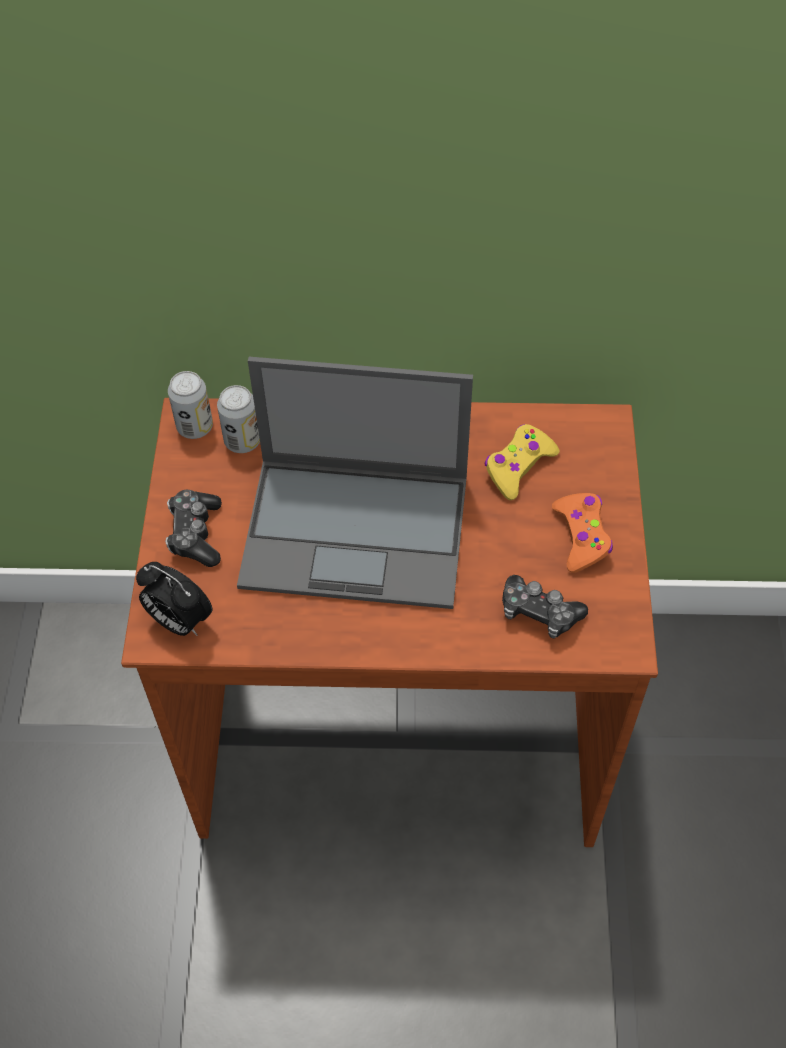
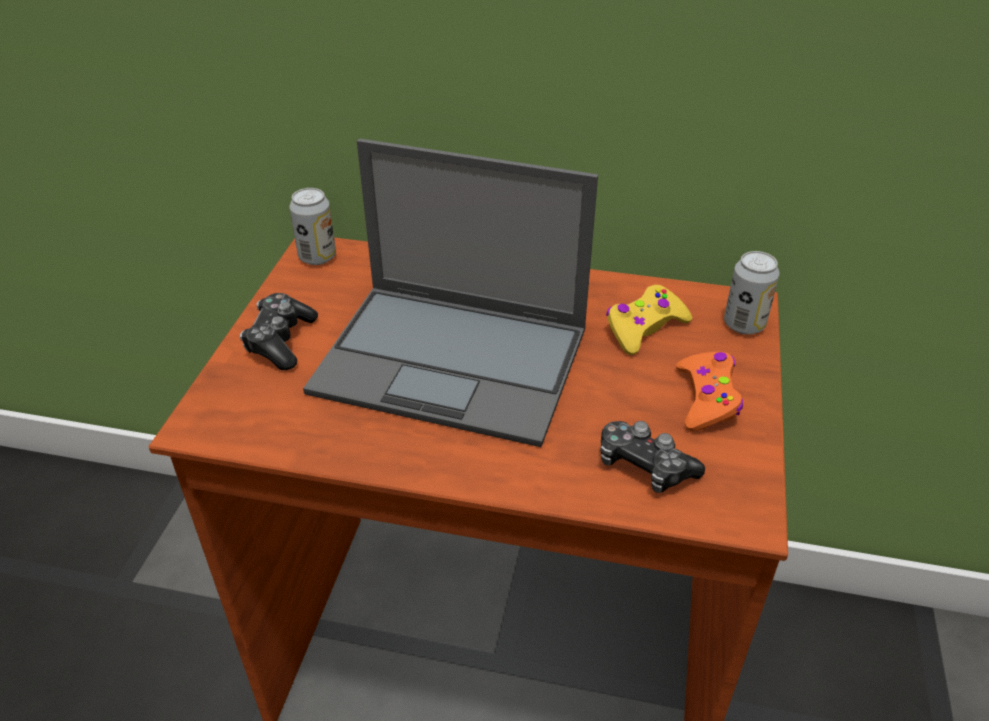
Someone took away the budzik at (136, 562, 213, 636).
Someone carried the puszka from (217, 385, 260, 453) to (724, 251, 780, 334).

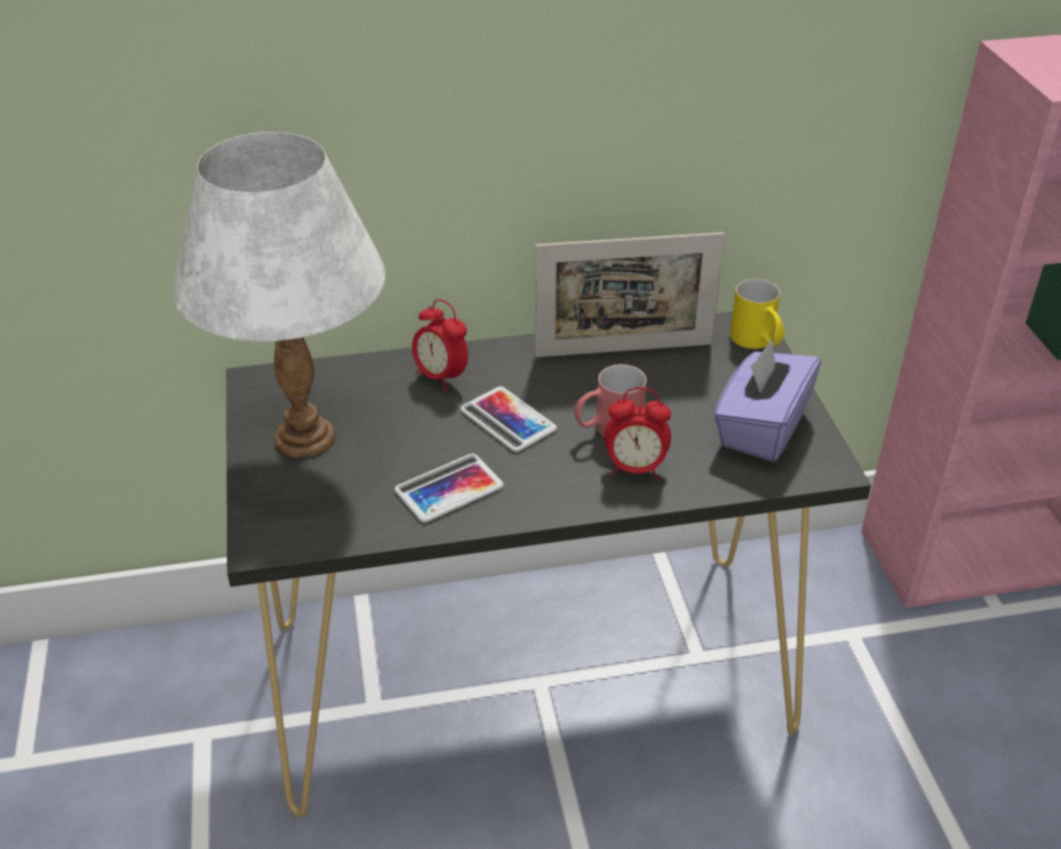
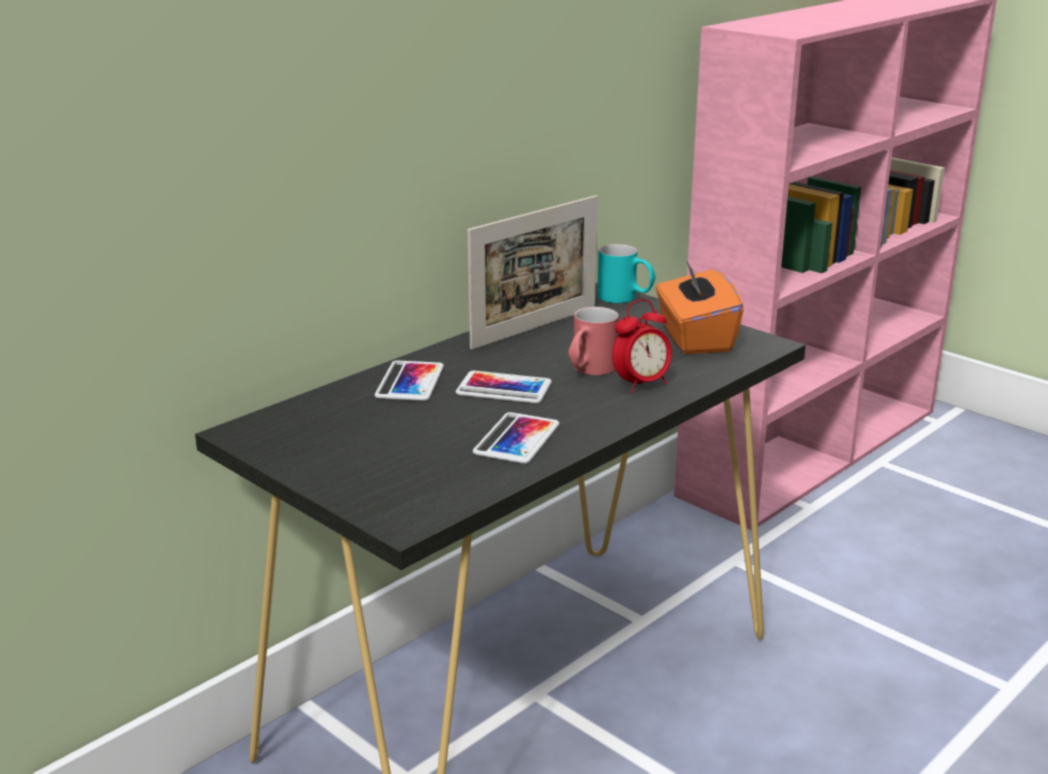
Someone took away the lampa stołowa (biały) at (173, 132, 386, 458).
Someone swapped the budzik at (412, 299, 468, 391) for the telefon at (375, 360, 444, 401).
Someone repainted the pudełko chusteczek (fioletowy) at (714, 339, 821, 462), which became the pudełko chusteczek (pomarańczowy) at (656, 257, 744, 354).
Someone repainted the kubek (żółty) at (730, 279, 785, 349), which became the kubek (turkusowy) at (597, 244, 655, 303).

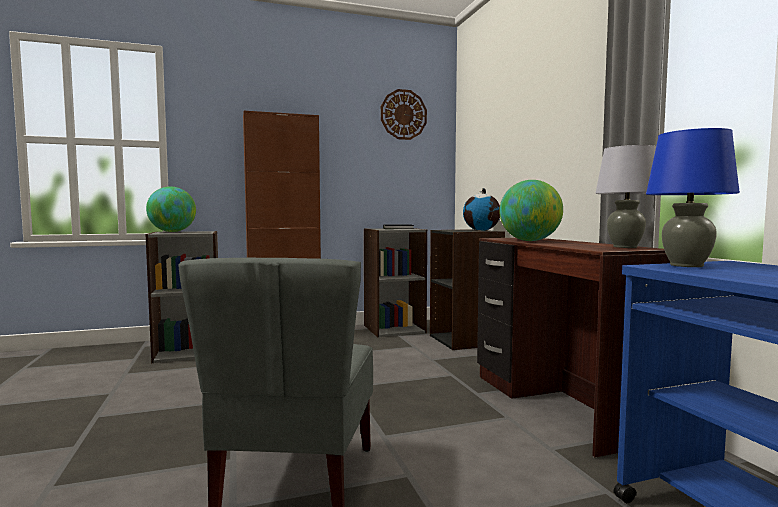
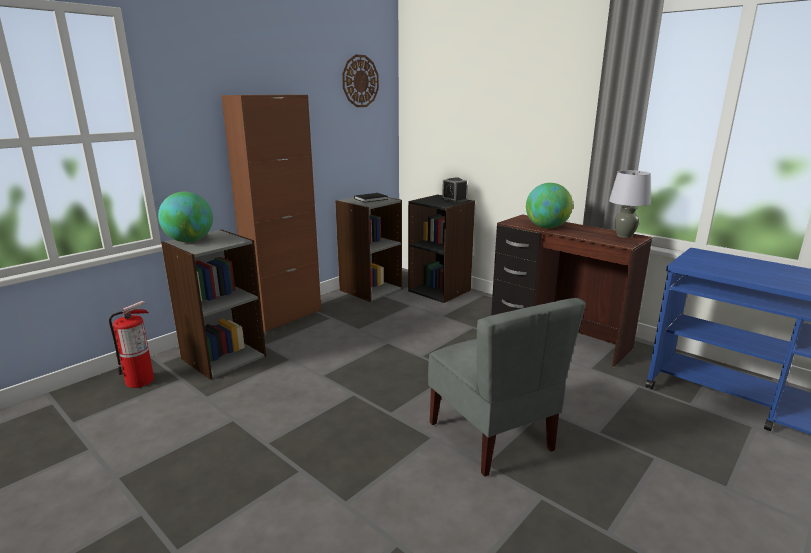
Someone swapped the globus at (463, 188, 500, 231) for the budzik at (442, 177, 467, 203).
Someone took away the lampa stołowa (niebieski) at (646, 128, 740, 267).
Someone put down the gaśnica at (109, 301, 154, 388).

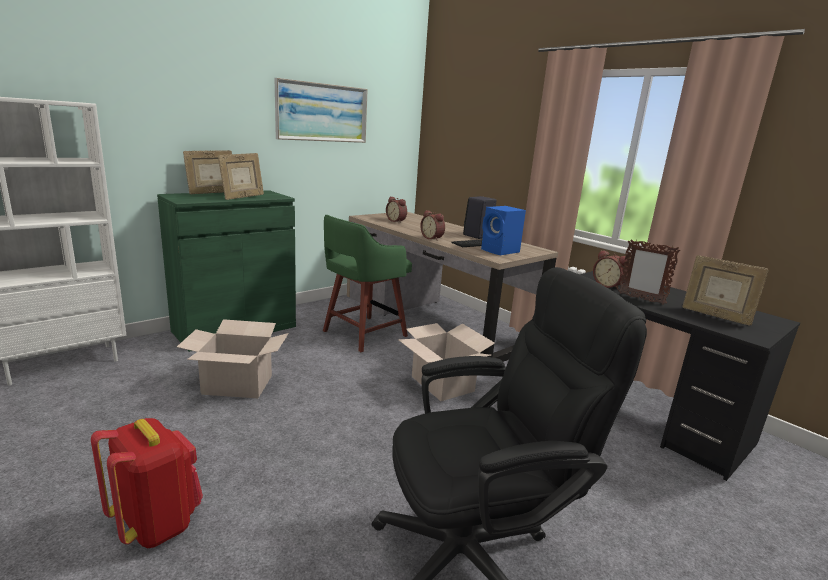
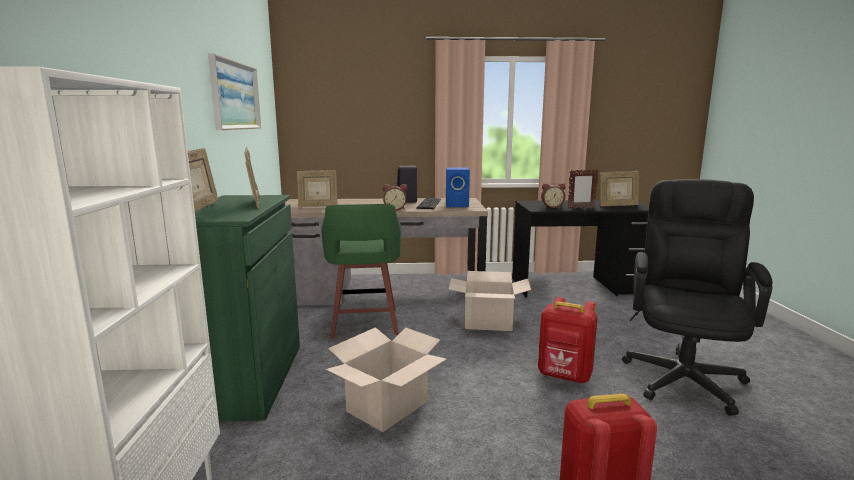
Someone swapped the budzik at (386, 197, 407, 223) for the ramka na zdjęcie at (297, 170, 338, 207).
Someone put down the plecak (czerwony) at (538, 297, 598, 383).

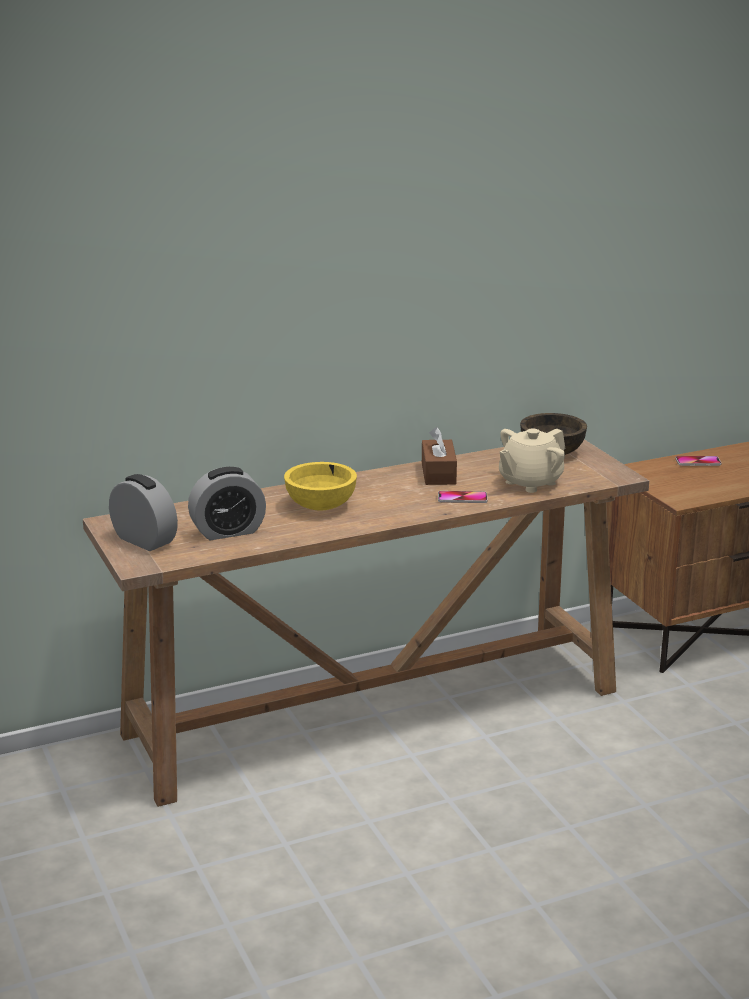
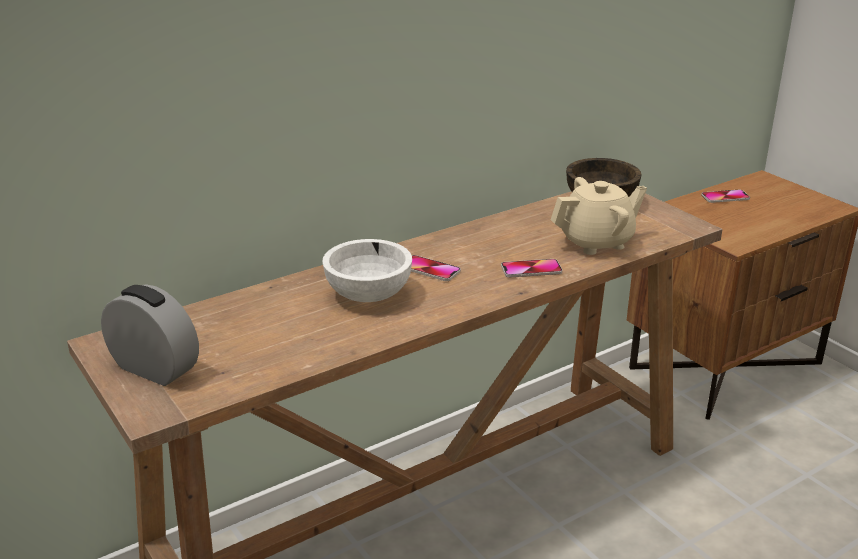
Someone took away the budzik at (188, 467, 266, 540).
Someone repainted the miska (żółty) at (284, 462, 357, 511), which became the miska (biały) at (322, 239, 412, 302).
Someone took away the pudełko chusteczek (brązowy) at (422, 427, 457, 485).
Someone rotated the imbryk (beżowy) at (499, 428, 565, 493) by 150 degrees counterclockwise.
Someone put down the telefon at (411, 255, 461, 281).

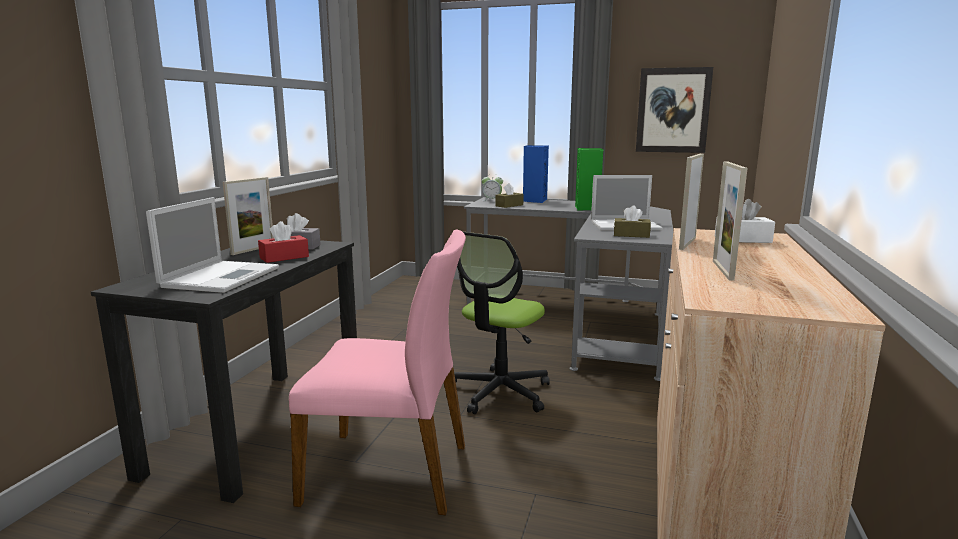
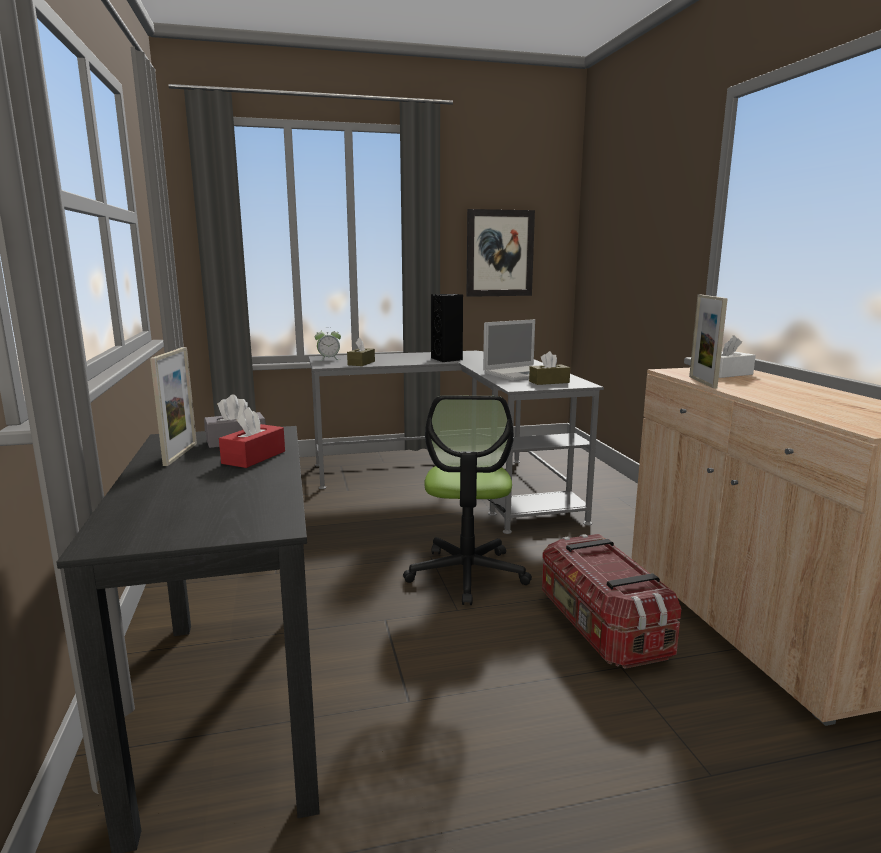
Someone took away the laptop at (146, 197, 279, 293).
Someone took away the krzesło (różowy) at (289, 230, 466, 515).
Someone took away the głośnik (niebieski) at (523, 145, 549, 203).
Someone repainted the głośnik (zielony) at (575, 148, 603, 211), which became the głośnik (czarny) at (431, 294, 463, 362).
Someone took away the ramka na zdjęcie at (713, 161, 748, 281).
Someone put down the pojemnik do przechowywania at (542, 534, 681, 669).

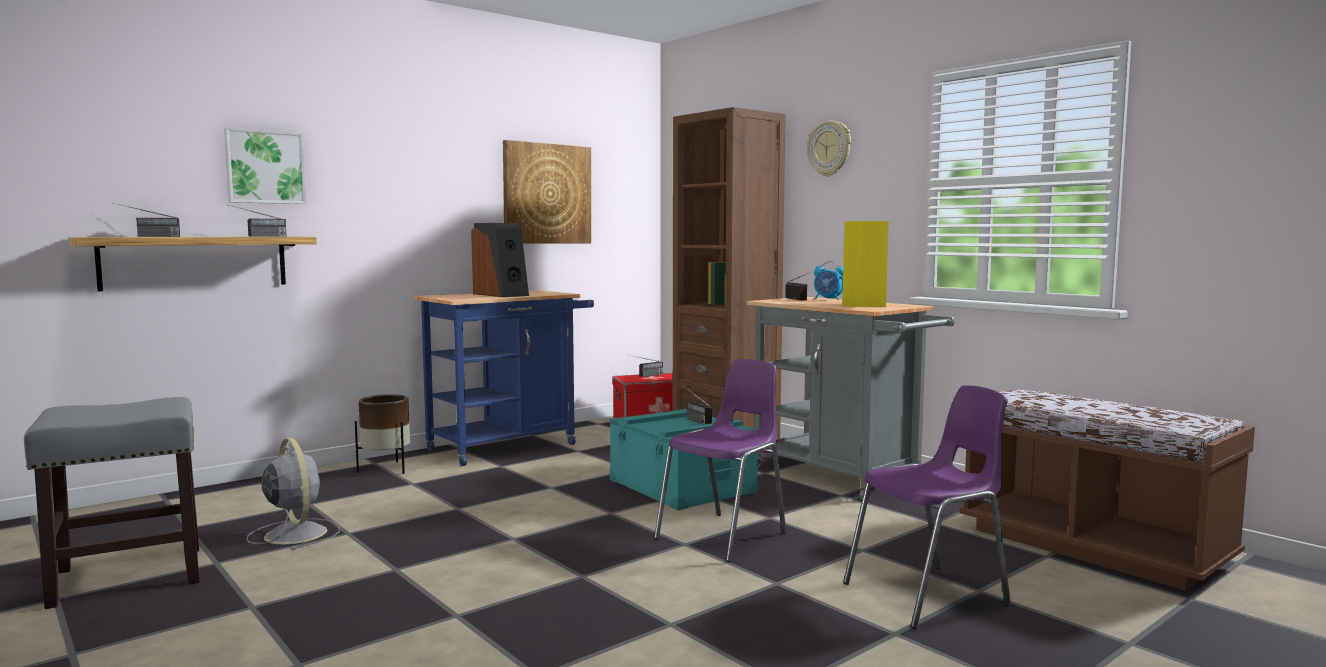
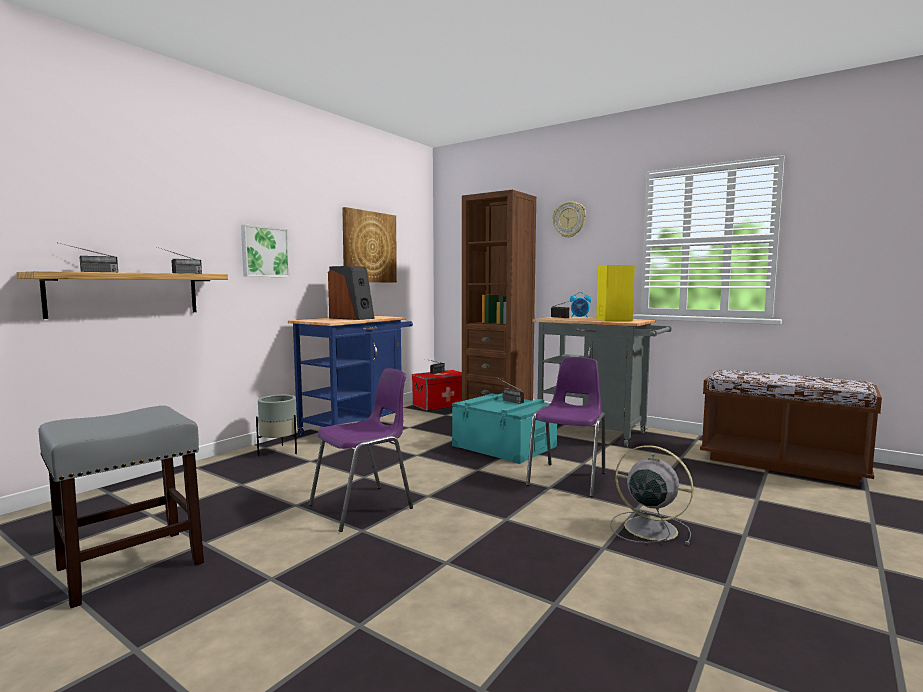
Someone carried the obraz from (224, 127, 306, 204) to (241, 224, 290, 277).
Someone carried the wentylator (szary) from (246, 438, 340, 550) to (610, 445, 694, 545).
Someone repainted the donica (brązowy) at (355, 394, 410, 474), which became the donica (szary) at (256, 395, 297, 456).
Someone carried the krzesło (fioletowy) from (843, 385, 1011, 629) to (309, 368, 413, 532).

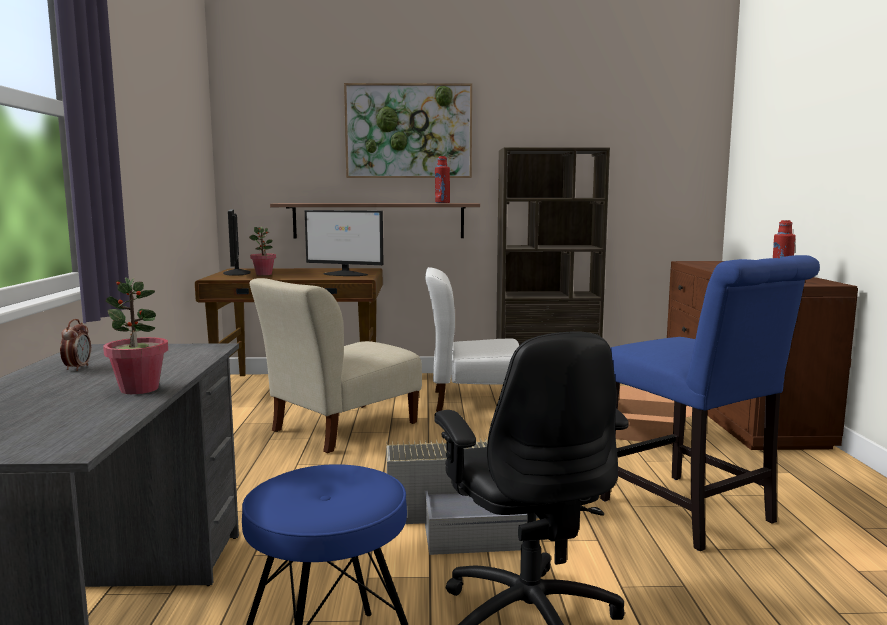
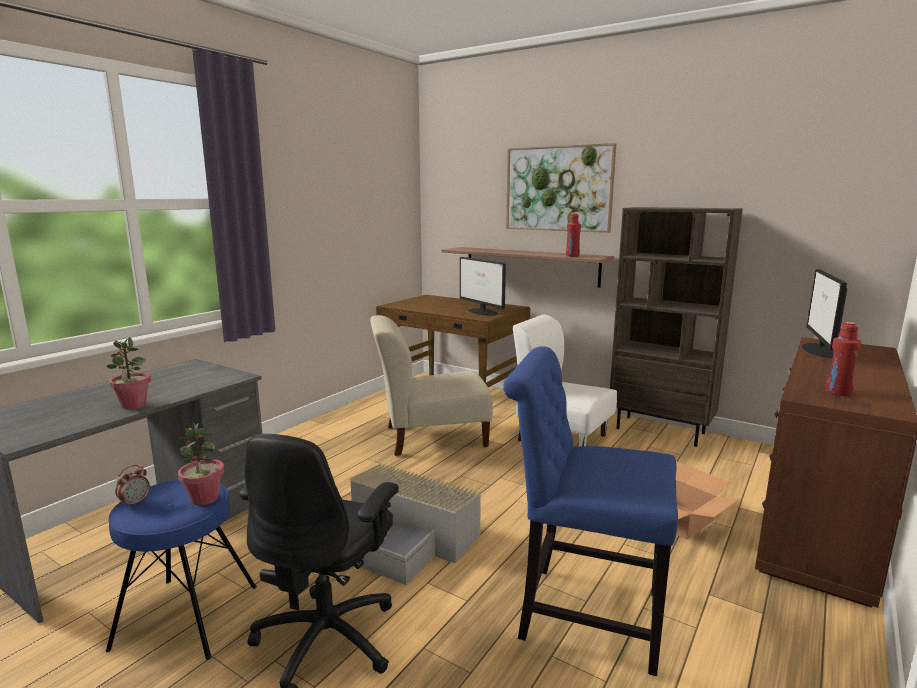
Someone carried the budzik from (60, 319, 91, 371) to (115, 465, 150, 508).
Someone carried the monitor from (223, 209, 251, 276) to (802, 269, 847, 358).
Someone carried the roślina doniczkowa from (249, 227, 276, 275) to (178, 421, 224, 505).
Someone rotated the krzesło (niebieski) at (600, 255, 820, 551) by 105 degrees clockwise.

